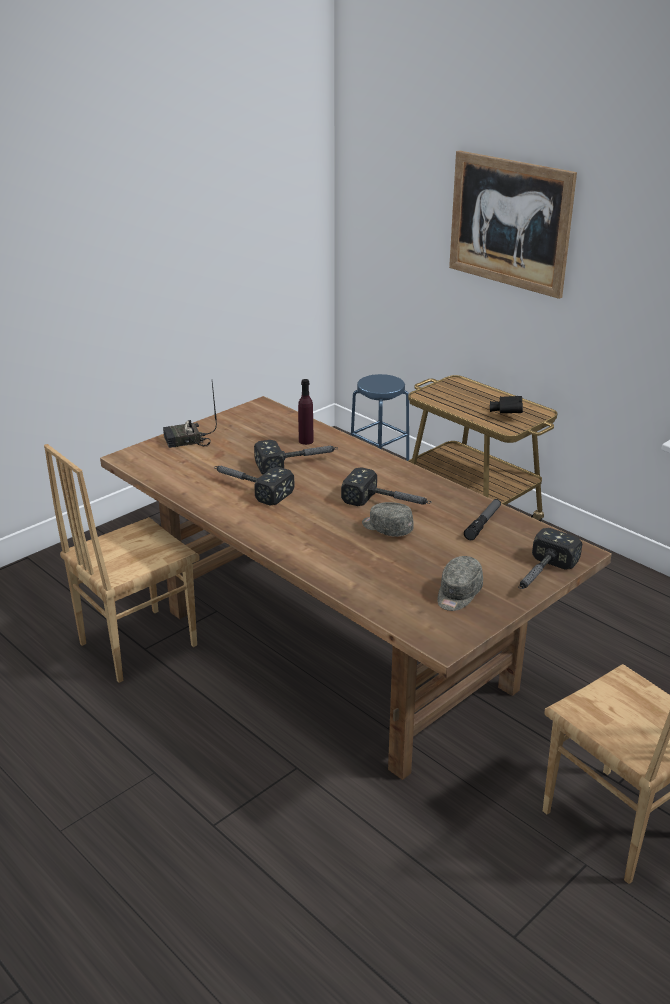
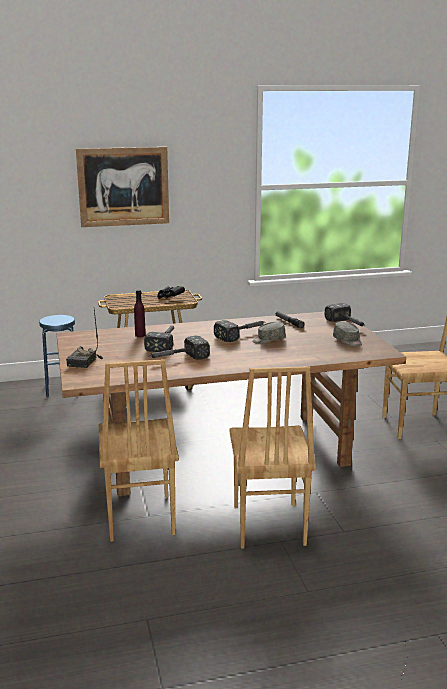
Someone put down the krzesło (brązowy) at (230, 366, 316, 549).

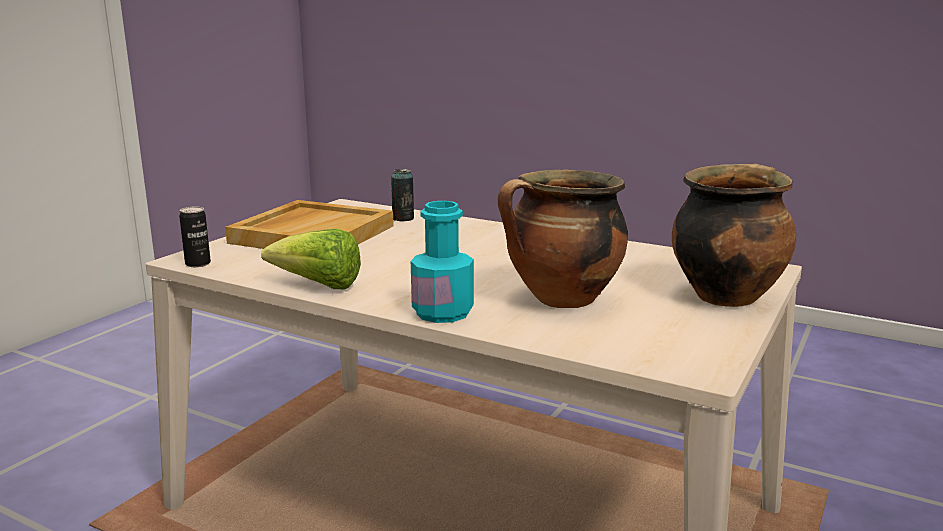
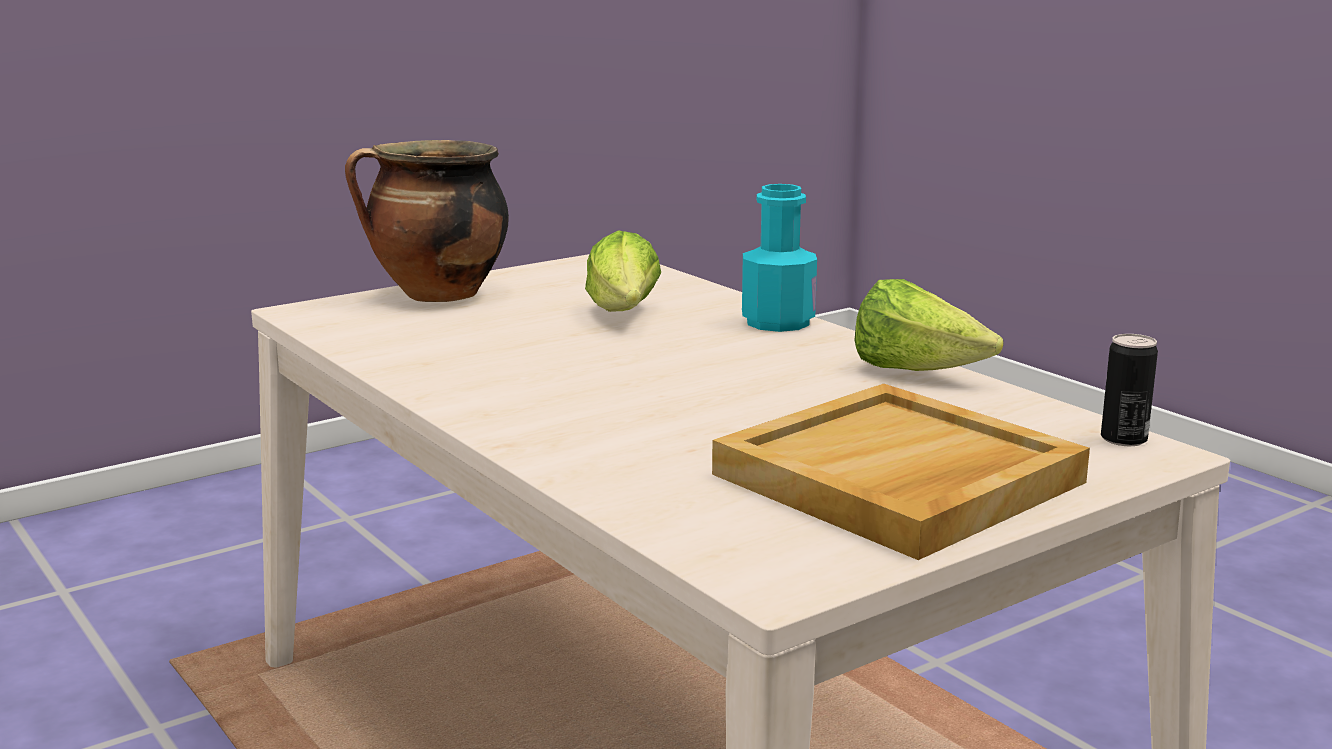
Someone took away the puszka at (391, 169, 414, 222).
Someone swapped the garnek at (498, 170, 628, 308) for the sałata at (585, 230, 661, 312).

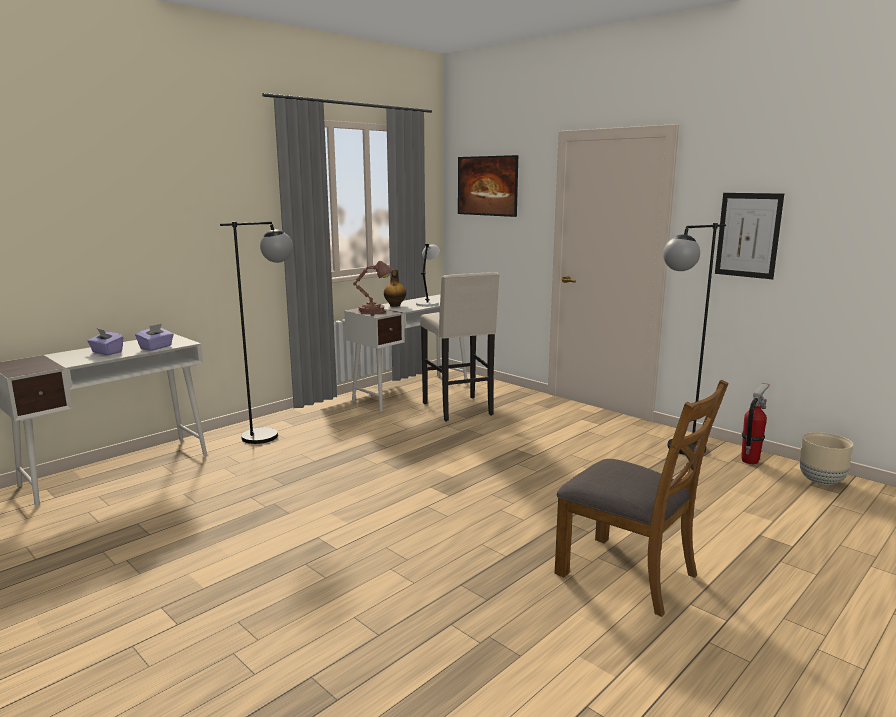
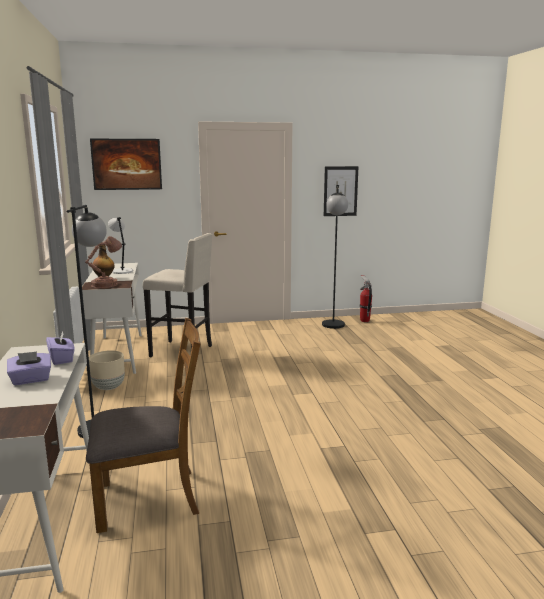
Someone carried the krzesło (brązowy) from (555, 380, 729, 617) to (86, 318, 201, 533).
Someone carried the donica (beżowy) from (799, 432, 854, 485) to (89, 350, 125, 390).

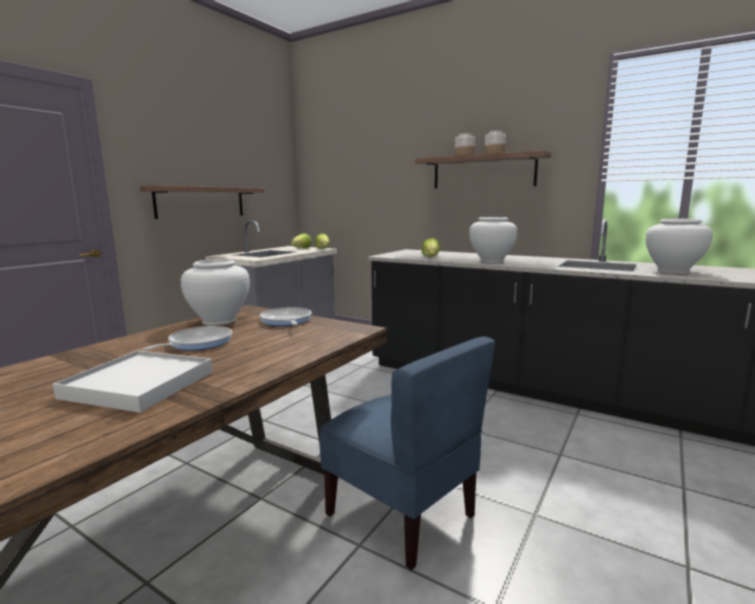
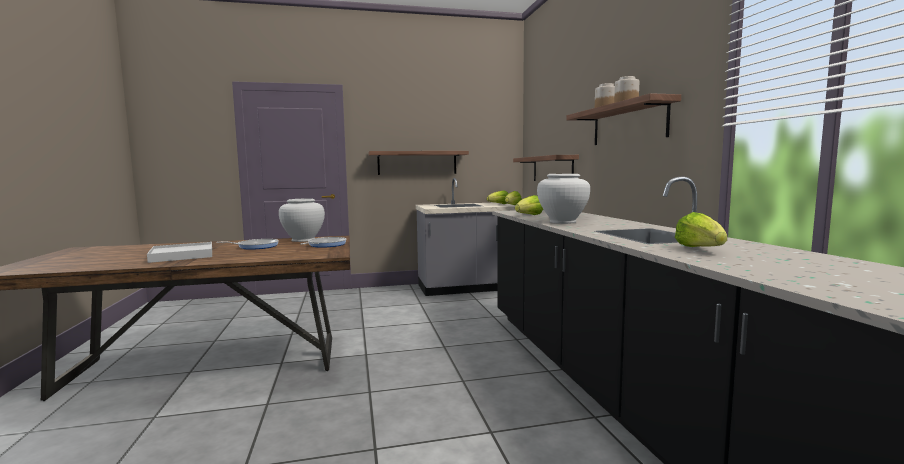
Someone took away the krzesło (niebieski) at (319, 337, 495, 570).
Someone swapped the wazon (biały) at (646, 218, 713, 274) for the sałata at (675, 212, 727, 247).
Someone put up the półka at (513, 155, 579, 181).

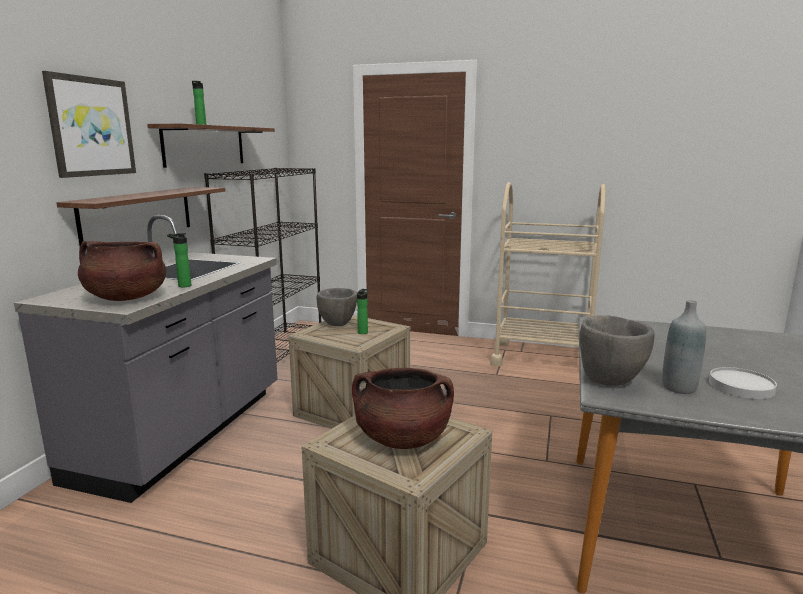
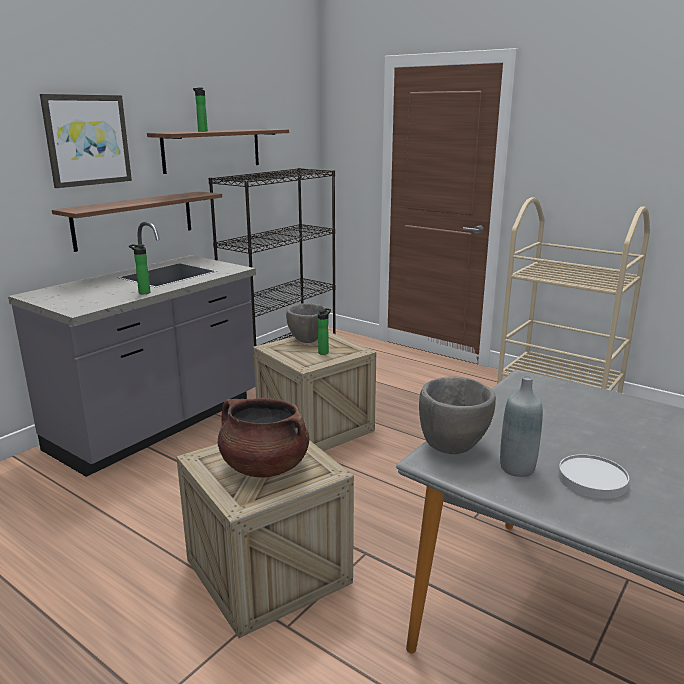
Someone took away the garnek (brązowy) at (78, 241, 166, 301).

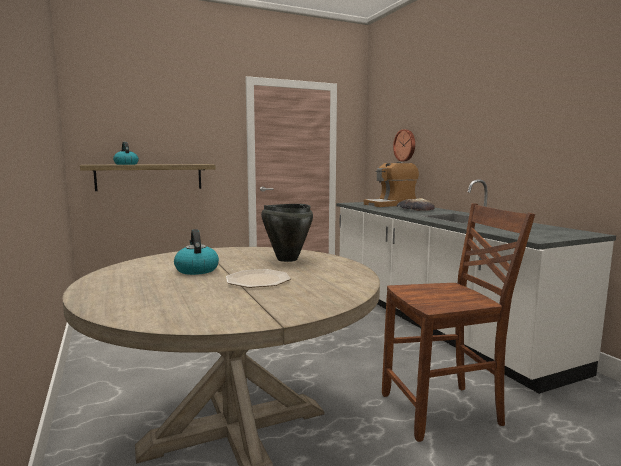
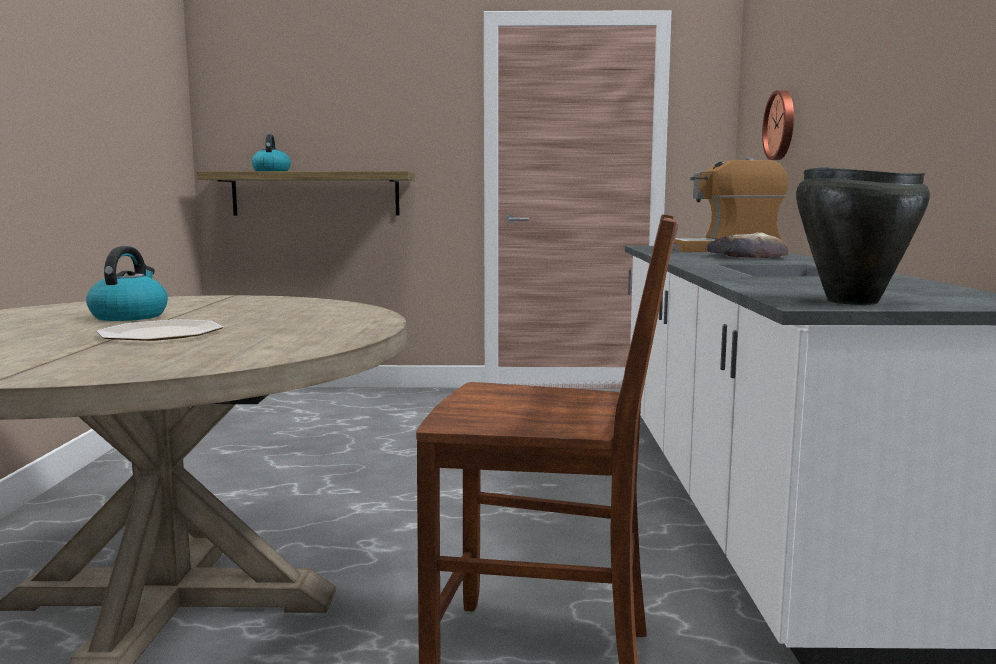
Someone carried the garnek (czarny) from (261, 204, 313, 262) to (796, 167, 930, 305).

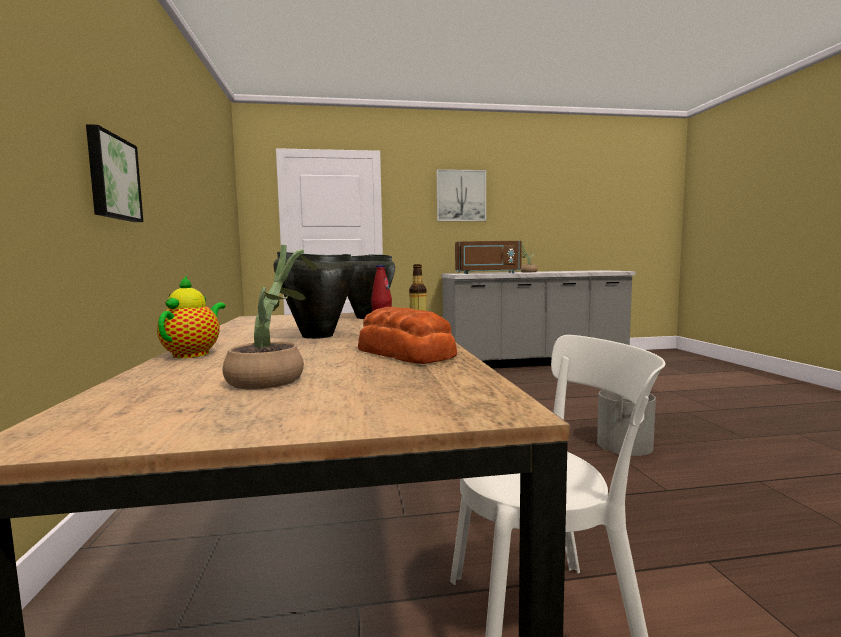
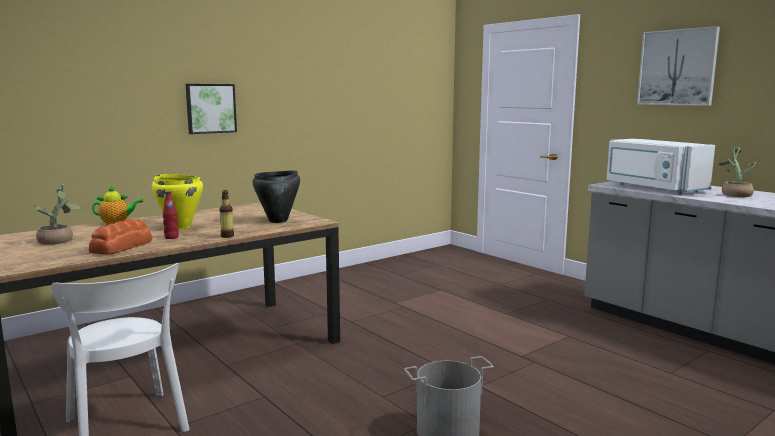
Someone repainted the garnek (czarny) at (273, 251, 355, 339), which became the garnek (żółty) at (152, 174, 203, 229).
Someone repainted the mikrofalówka (brązowy) at (455, 241, 522, 274), which became the mikrofalówka (biały) at (607, 139, 715, 194).

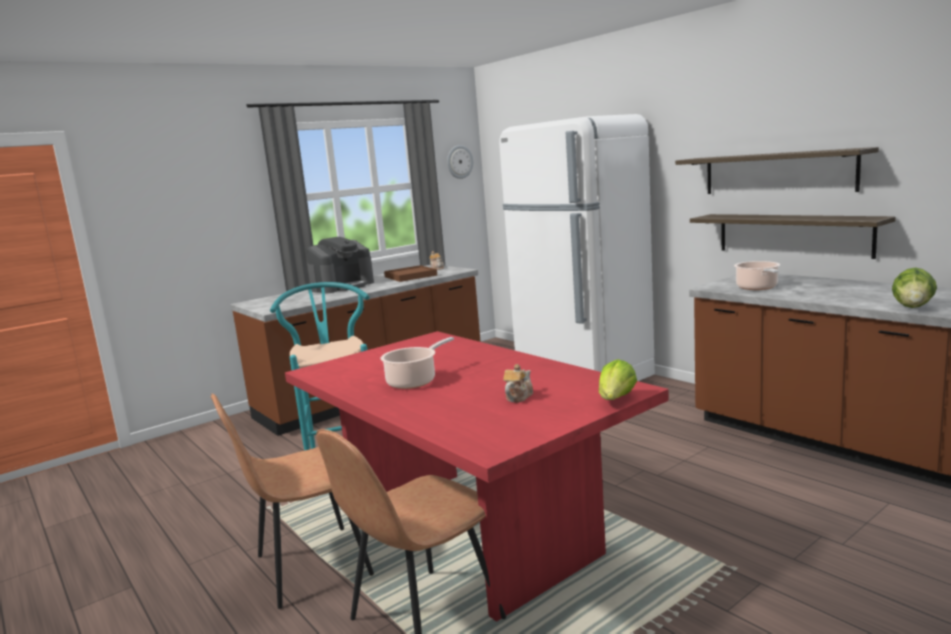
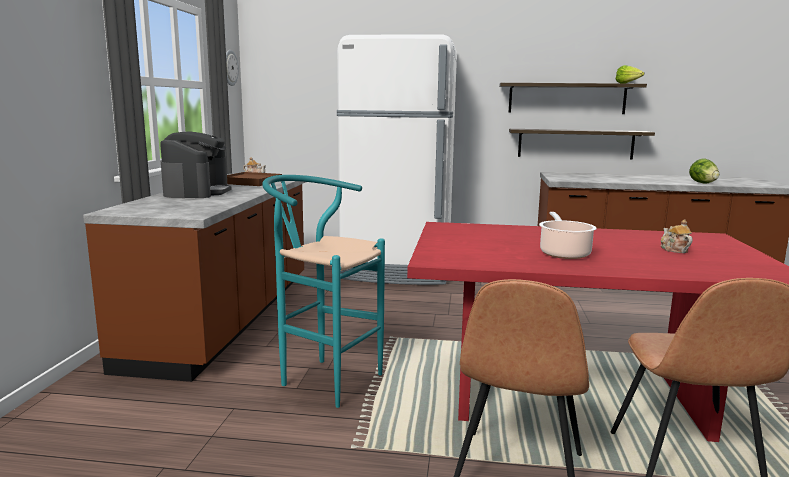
Someone carried the sałata from (599, 359, 637, 400) to (616, 65, 644, 84).
Someone took away the garnek at (734, 261, 780, 290).

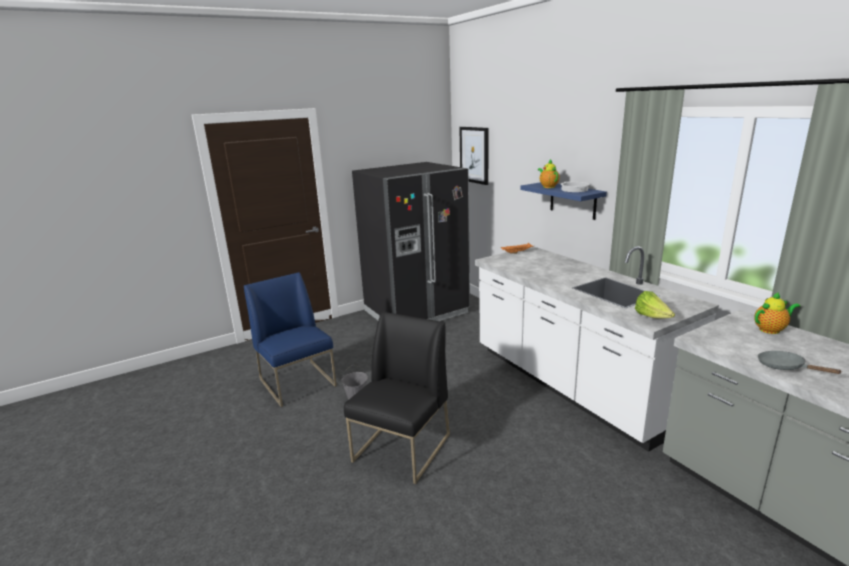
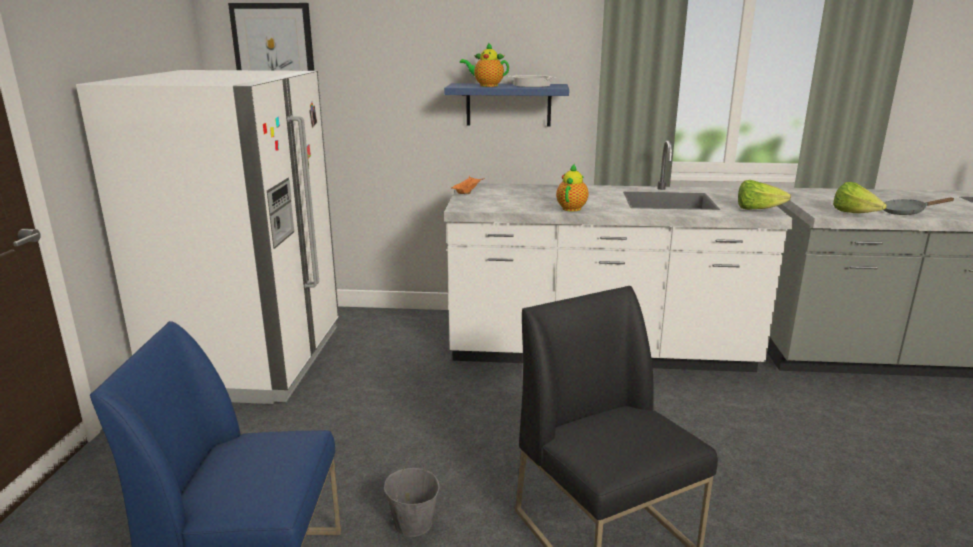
Someone repainted the lodówka (czarny) at (352, 162, 470, 321), which became the lodówka (biały) at (76, 70, 339, 404).
Someone carried the imbryk from (754, 292, 800, 334) to (556, 164, 588, 212).
Someone put down the sałata at (833, 182, 887, 213).

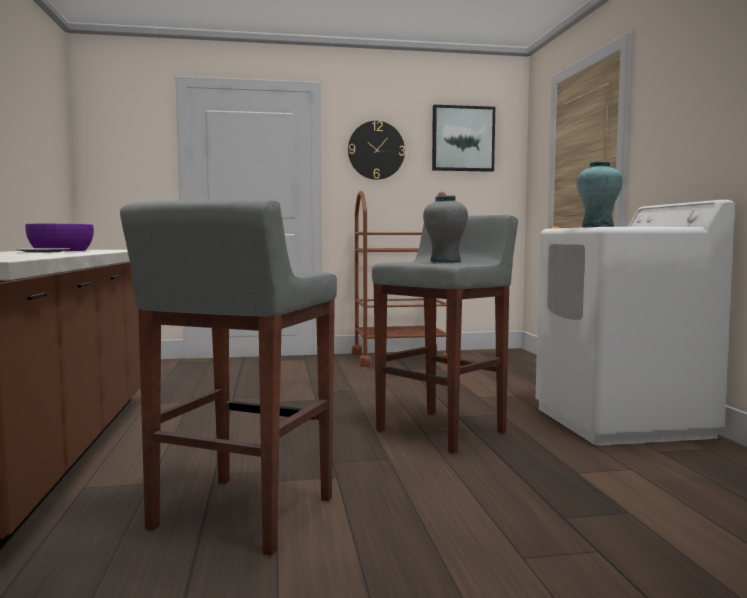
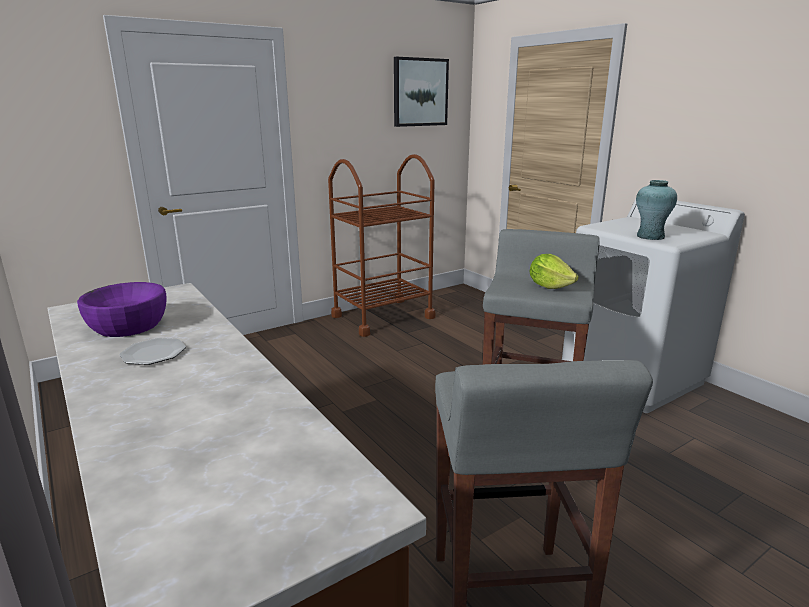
Someone took away the zegar ścienny at (348, 121, 405, 180).
Someone swapped the wazon (szary) at (423, 195, 468, 262) for the sałata at (530, 254, 579, 289).

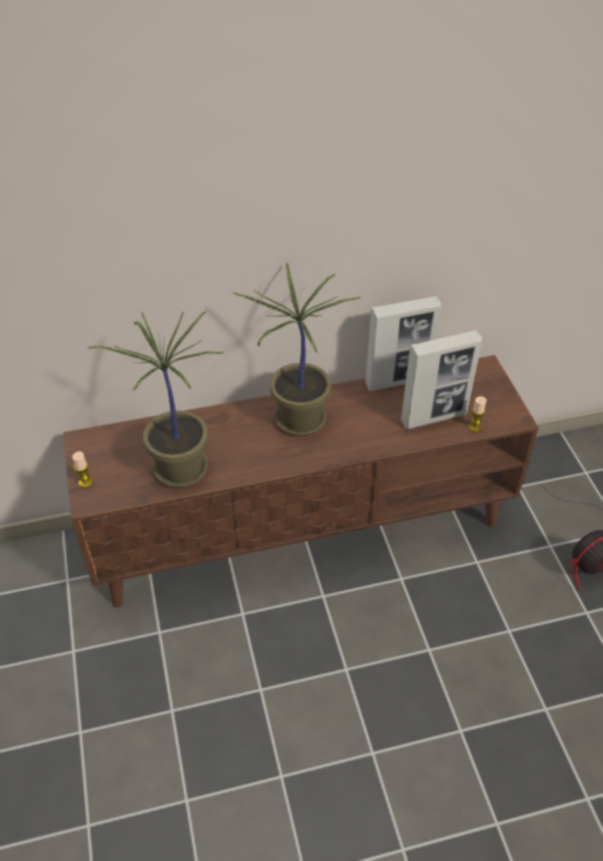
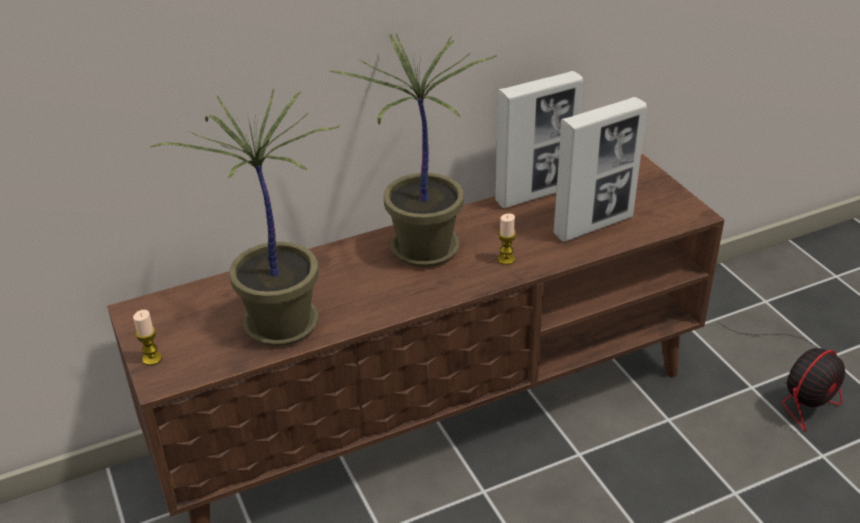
Someone carried the świeca from (468, 396, 486, 432) to (498, 213, 516, 265).

